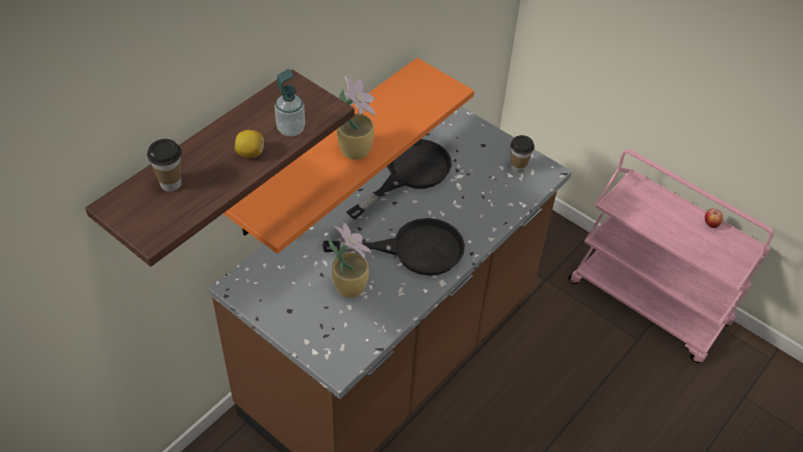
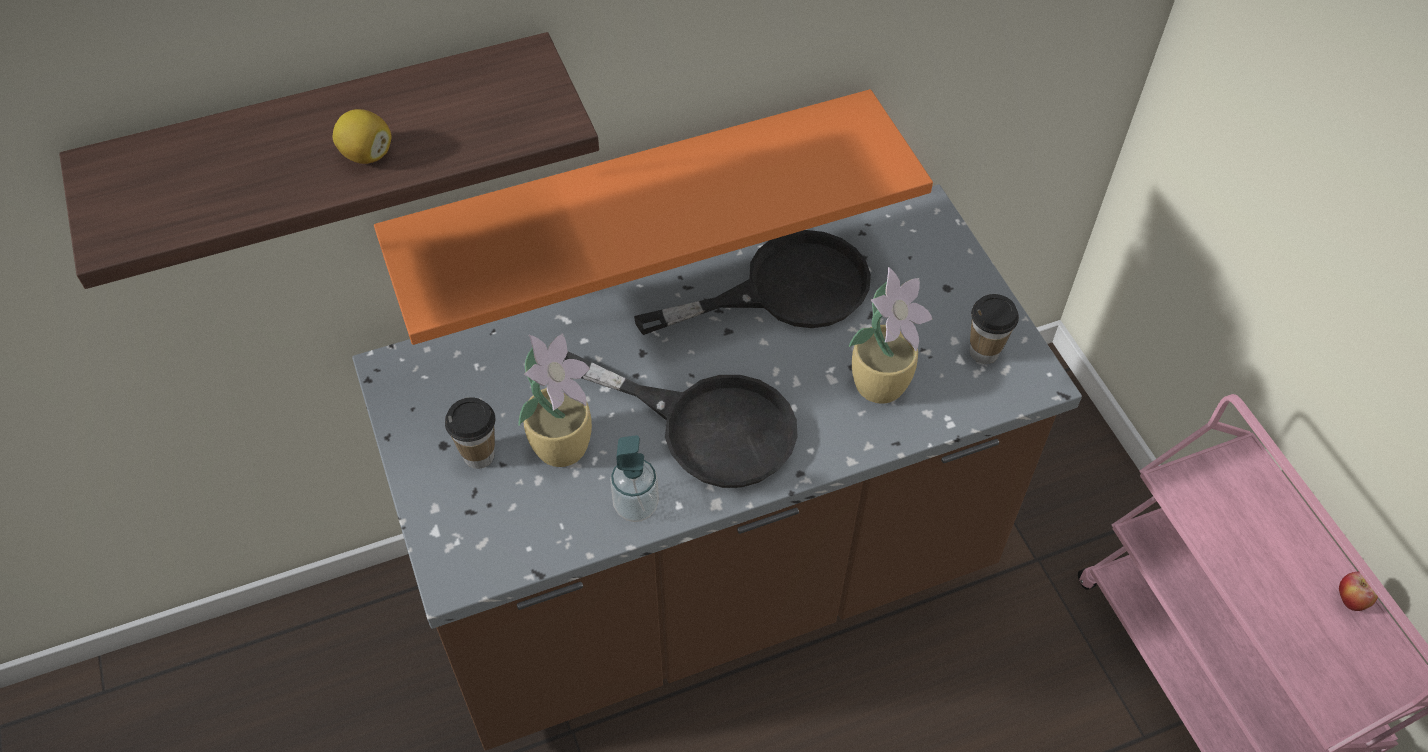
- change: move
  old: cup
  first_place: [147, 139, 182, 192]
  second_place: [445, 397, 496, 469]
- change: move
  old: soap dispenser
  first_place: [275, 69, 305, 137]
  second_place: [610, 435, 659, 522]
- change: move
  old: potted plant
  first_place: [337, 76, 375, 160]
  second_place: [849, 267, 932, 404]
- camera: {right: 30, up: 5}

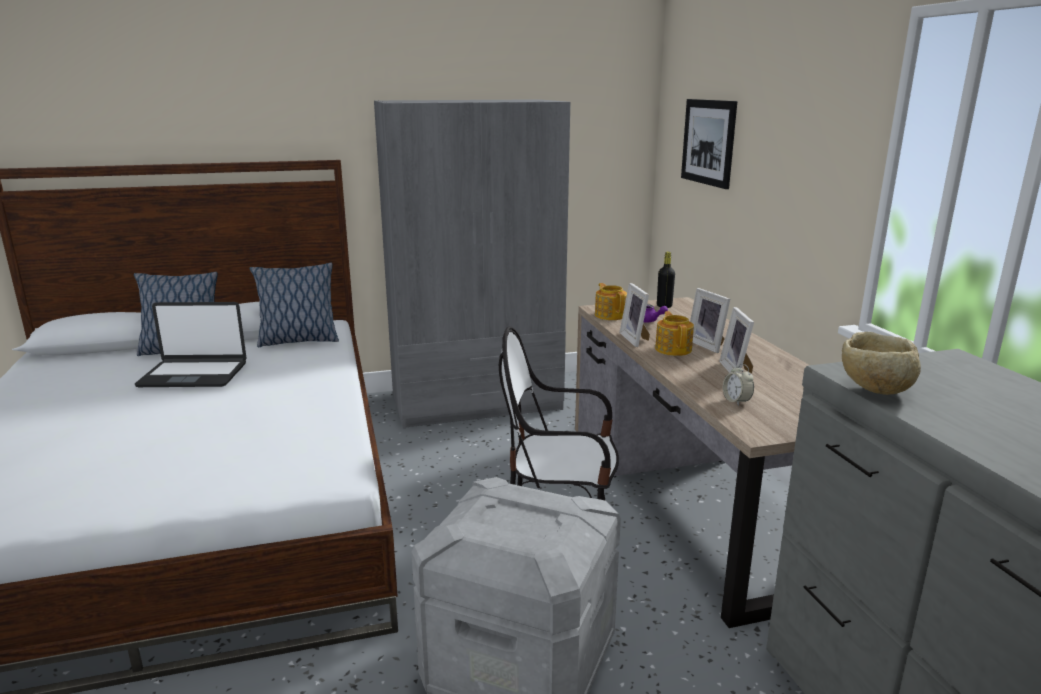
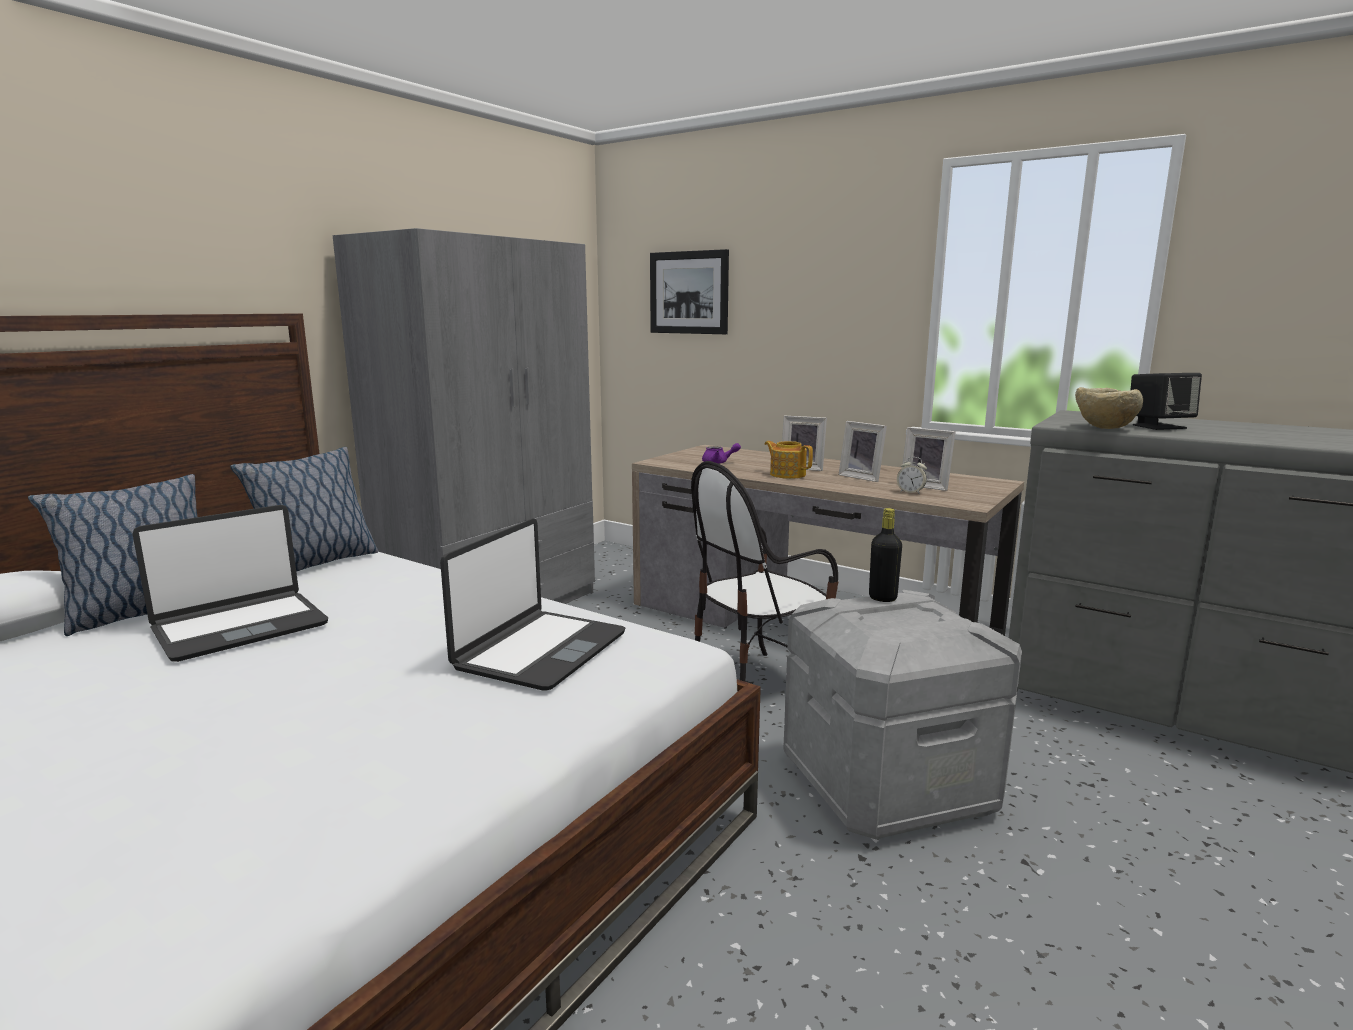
- change: delete
  old: teapot
  first_place: [595, 283, 627, 320]
- change: insert
  new: laptop
  second_place: [440, 518, 625, 691]
- change: insert
  new: black speaker
  second_place: [1130, 373, 1202, 430]
- change: move
  old: picture frame
  first_place: [619, 283, 650, 347]
  second_place: [902, 427, 956, 491]
- change: move
  old: black bottle
  first_place: [657, 252, 675, 308]
  second_place: [869, 508, 902, 602]
- camera: {right: -40, up: -5}

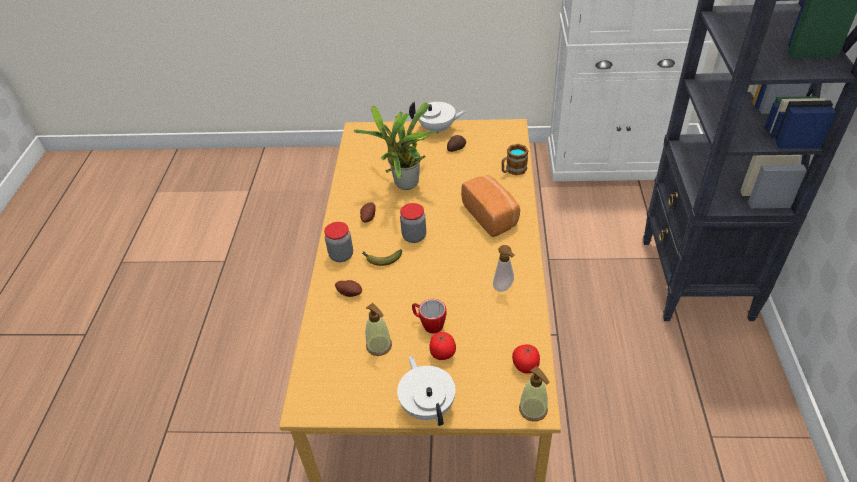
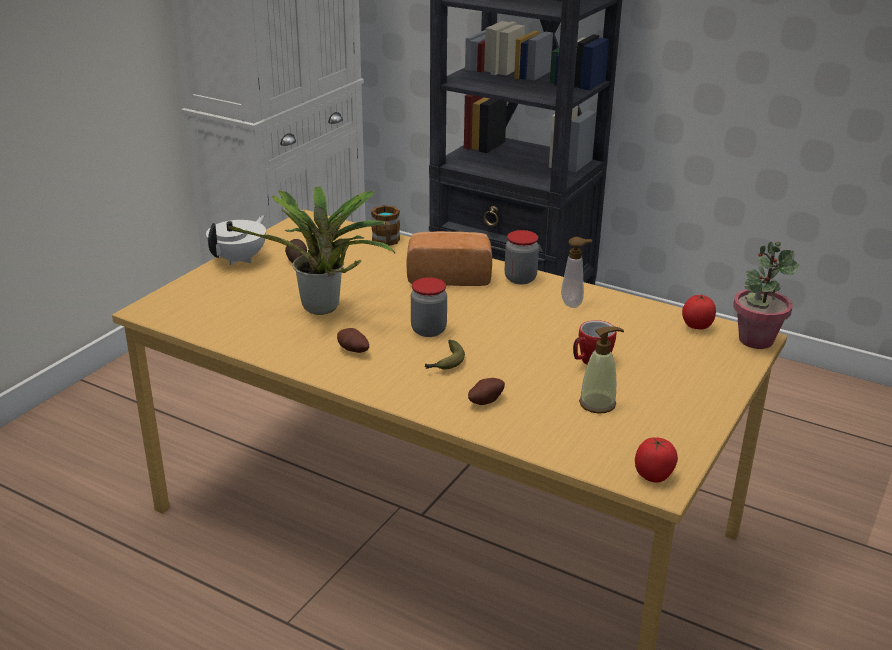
- change: delete
  old: white teapot
  first_place: [397, 355, 456, 426]
- change: move
  old: jar
  first_place: [324, 222, 353, 262]
  second_place: [505, 230, 539, 284]
- change: move
  old: tomato
  first_place: [429, 332, 456, 360]
  second_place: [635, 437, 678, 483]
- change: replace
  old: soap dispenser
  new: potted plant
  first_place: [519, 366, 550, 421]
  second_place: [733, 241, 799, 349]
- camera: {right: -65, up: -15}

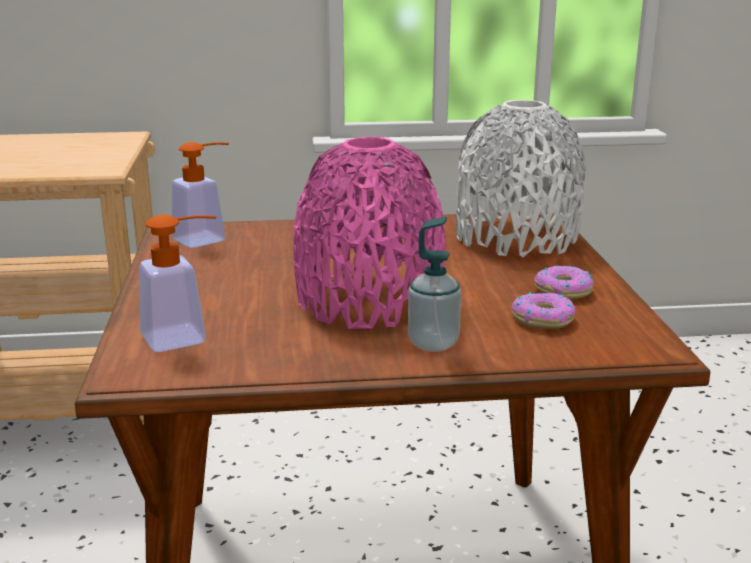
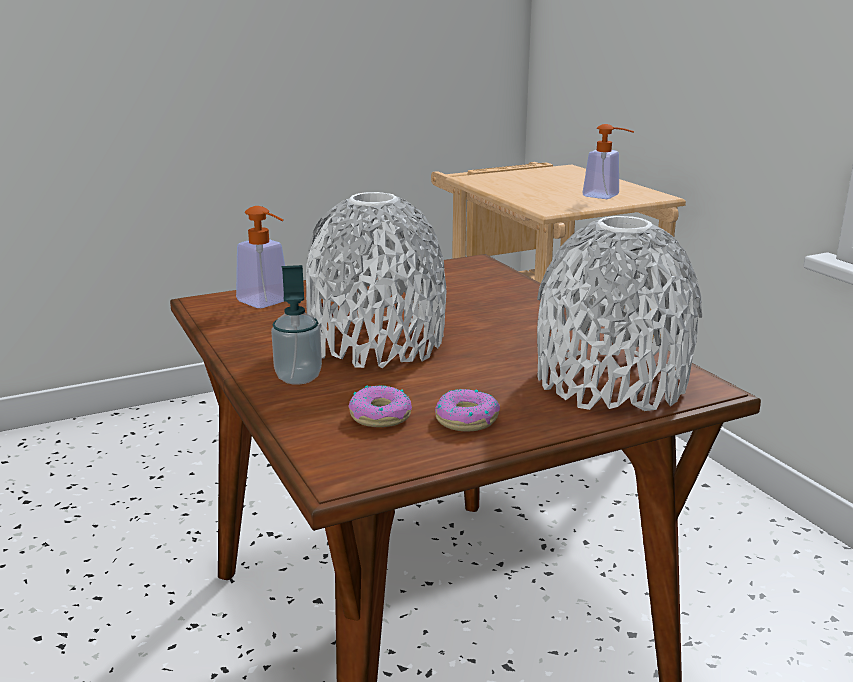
- change: move
  old: soap dispenser
  first_place: [172, 142, 229, 248]
  second_place: [583, 124, 634, 199]
- change: recolor
  old: pink vase
  new: white vase
  first_place: [293, 137, 445, 329]
  second_place: [306, 192, 446, 369]
- camera: {right: 70, up: 0}

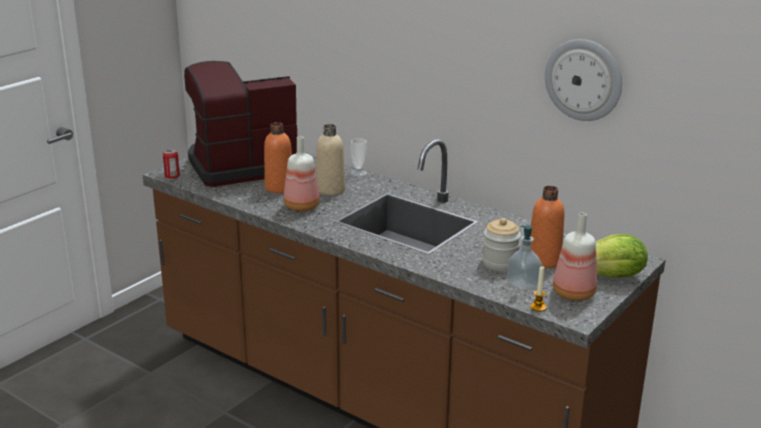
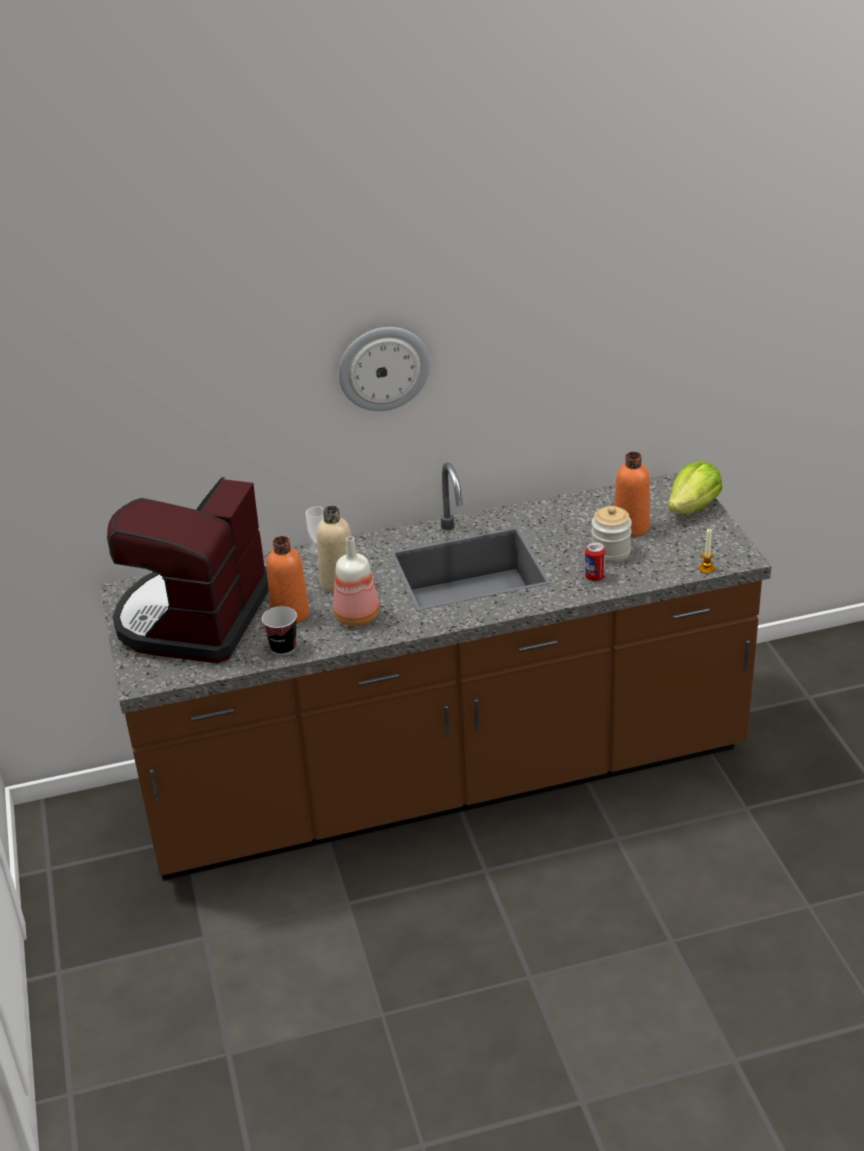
- change: delete
  old: soap dispenser
  first_place: [507, 225, 542, 291]
- change: delete
  old: bottle
  first_place: [553, 213, 597, 301]
- change: insert
  new: cup
  second_place: [262, 606, 297, 655]
- change: move
  old: can
  first_place: [163, 149, 180, 179]
  second_place: [585, 542, 606, 581]
- change: move
  old: wall clock
  first_place: [545, 39, 622, 121]
  second_place: [339, 327, 430, 411]
- camera: {right: -50, up: 10}

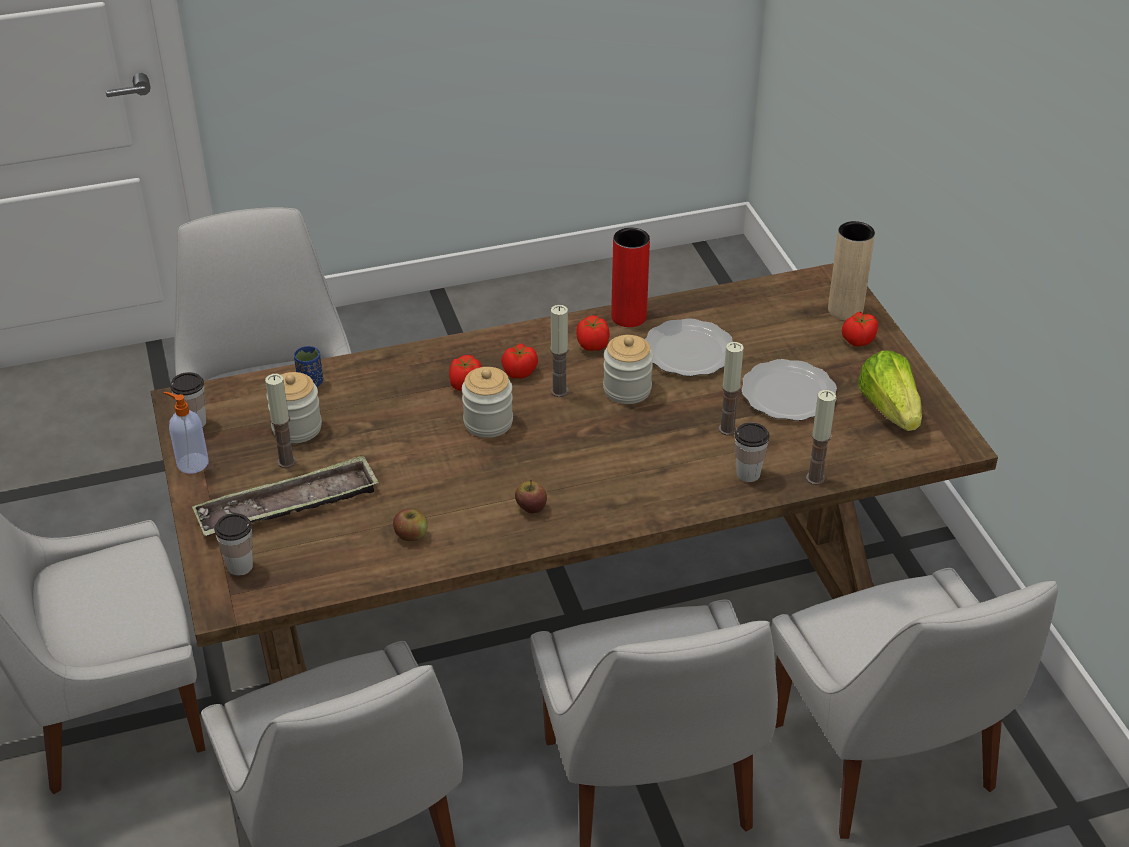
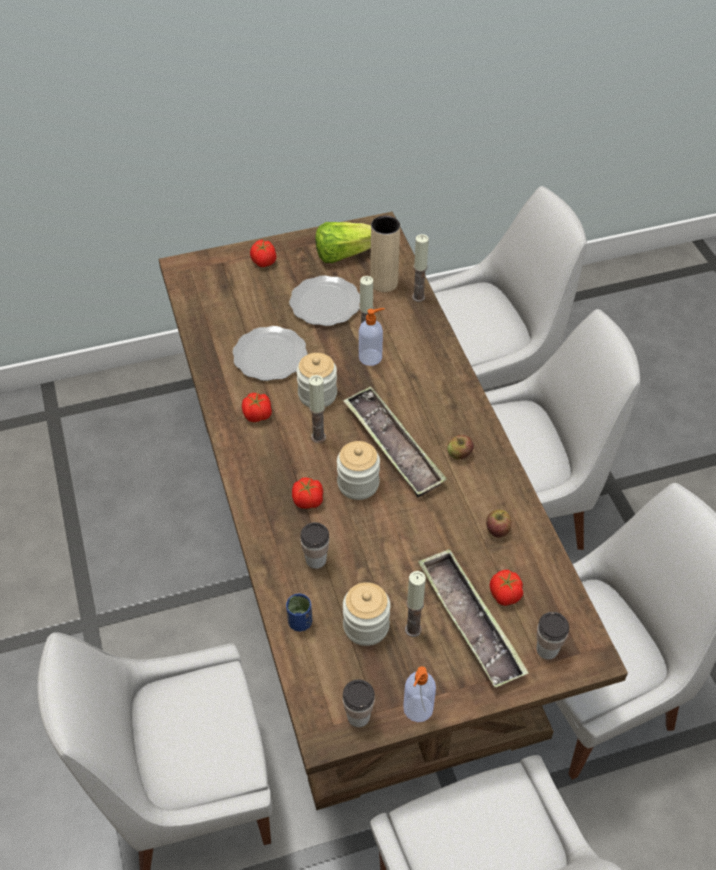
- change: delete
  old: red vase
  first_place: [611, 228, 650, 327]
- change: insert
  new: tray
  second_place: [343, 386, 447, 497]
- change: insert
  new: soap dispenser
  second_place: [359, 308, 385, 366]
- change: move
  old: tomato
  first_place: [501, 343, 538, 379]
  second_place: [490, 570, 523, 606]
- change: move
  old: cup
  first_place: [735, 423, 770, 482]
  second_place: [300, 522, 329, 569]
- change: move
  old: beige vase
  first_place: [828, 221, 875, 321]
  second_place: [370, 216, 400, 292]
- camera: {right: -90, up: 10}

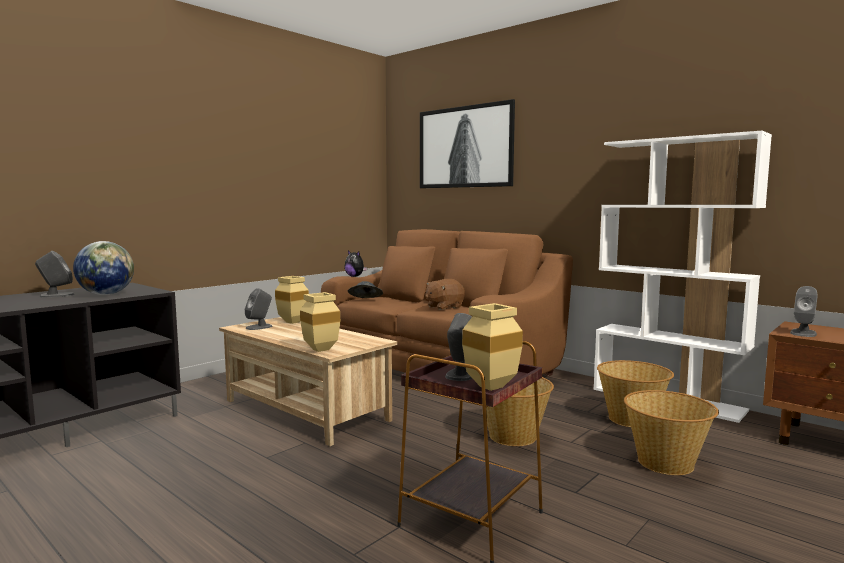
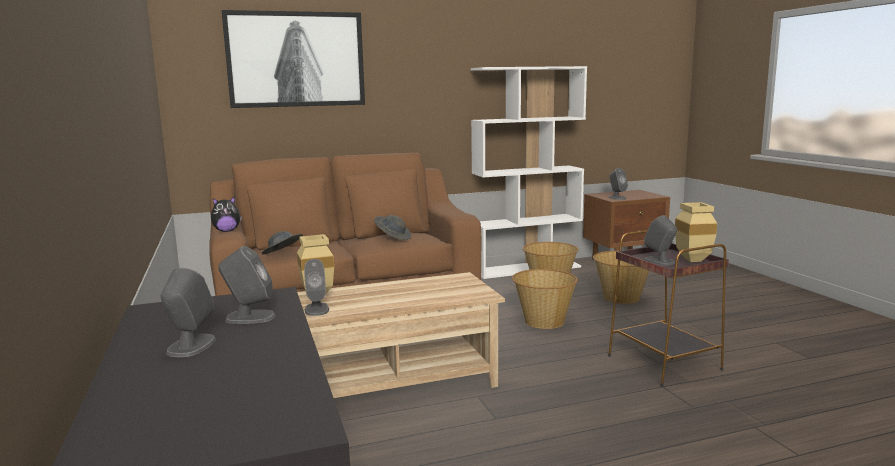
- change: delete
  old: beige vase
  first_place: [300, 292, 340, 352]
- change: replace
  old: globe
  new: grey speaker
  first_place: [73, 241, 134, 295]
  second_place: [218, 246, 276, 324]
- change: replace
  old: brown plush toy
  new: grey hat
  first_place: [425, 279, 465, 310]
  second_place: [374, 215, 412, 240]
- camera: {right: -60, up: 5}

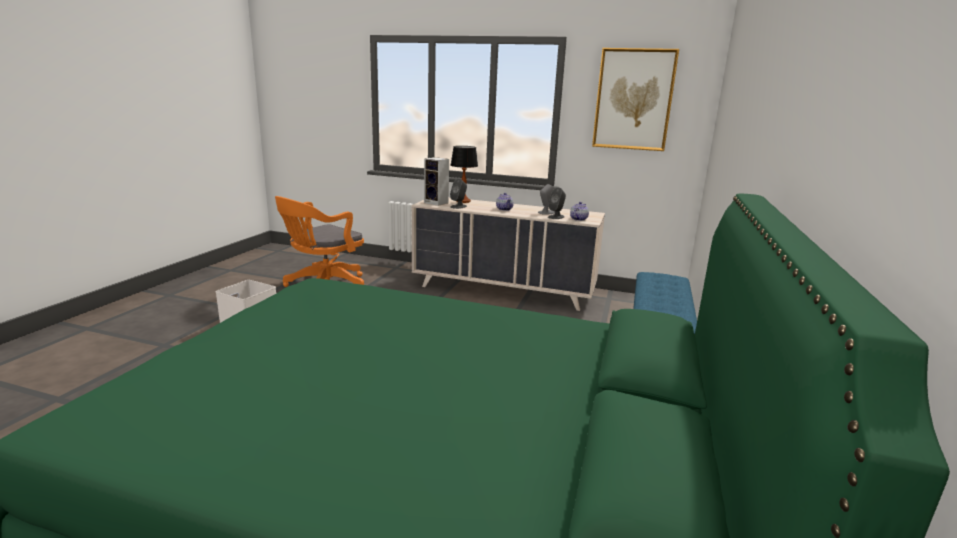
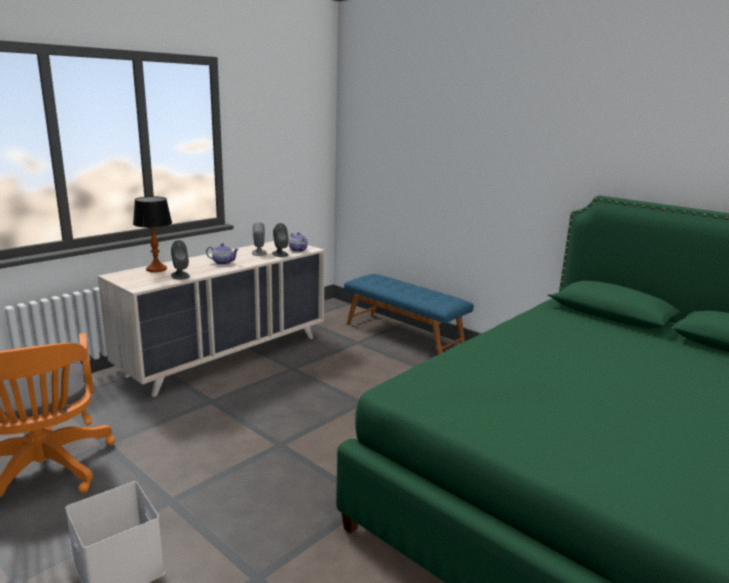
- change: delete
  old: speaker
  first_place: [424, 157, 449, 206]
- change: delete
  old: picture
  first_place: [592, 48, 679, 151]
- camera: {right: -65, up: 0}

